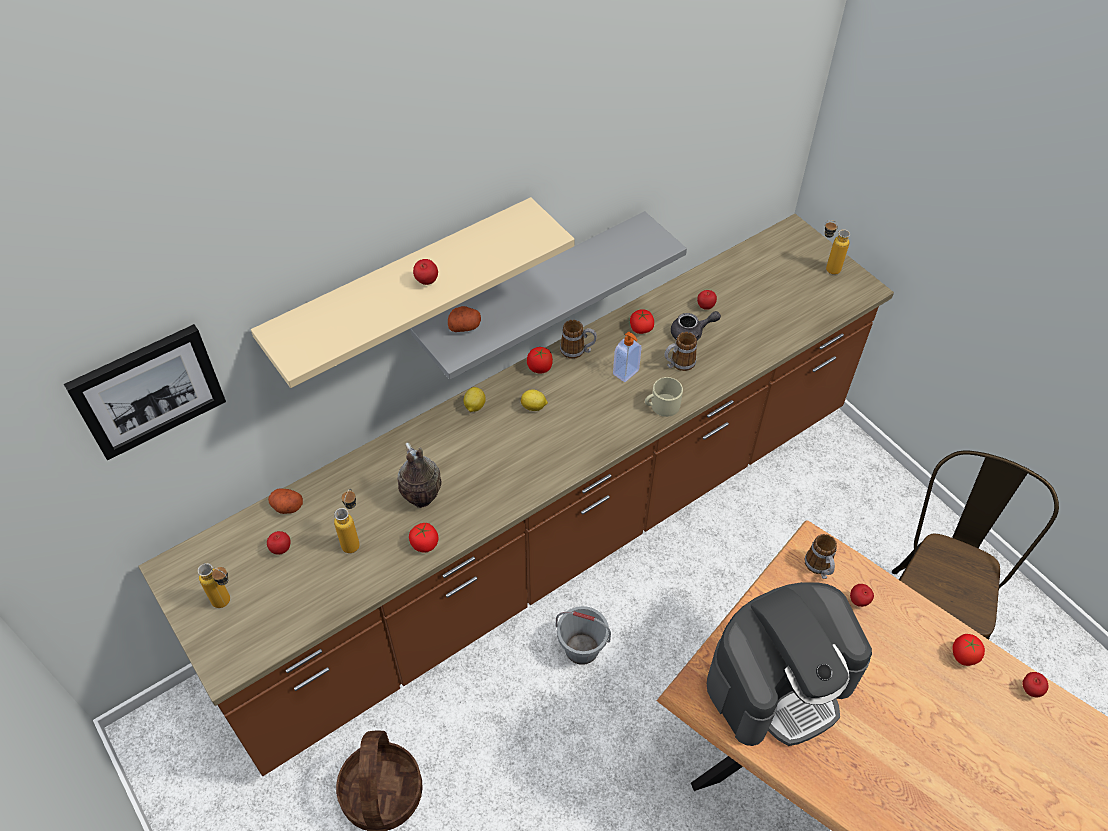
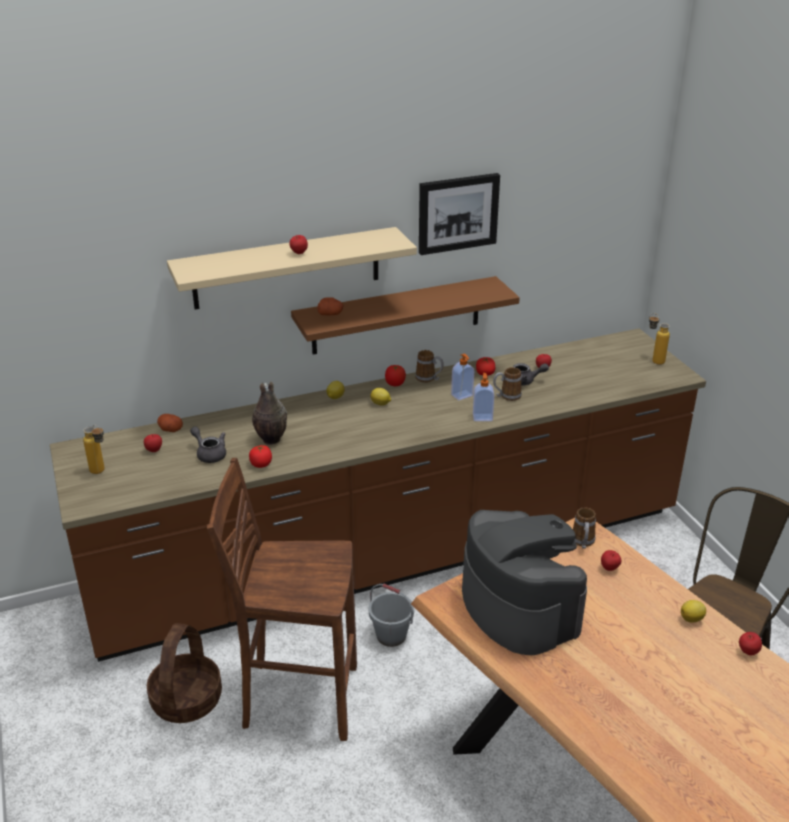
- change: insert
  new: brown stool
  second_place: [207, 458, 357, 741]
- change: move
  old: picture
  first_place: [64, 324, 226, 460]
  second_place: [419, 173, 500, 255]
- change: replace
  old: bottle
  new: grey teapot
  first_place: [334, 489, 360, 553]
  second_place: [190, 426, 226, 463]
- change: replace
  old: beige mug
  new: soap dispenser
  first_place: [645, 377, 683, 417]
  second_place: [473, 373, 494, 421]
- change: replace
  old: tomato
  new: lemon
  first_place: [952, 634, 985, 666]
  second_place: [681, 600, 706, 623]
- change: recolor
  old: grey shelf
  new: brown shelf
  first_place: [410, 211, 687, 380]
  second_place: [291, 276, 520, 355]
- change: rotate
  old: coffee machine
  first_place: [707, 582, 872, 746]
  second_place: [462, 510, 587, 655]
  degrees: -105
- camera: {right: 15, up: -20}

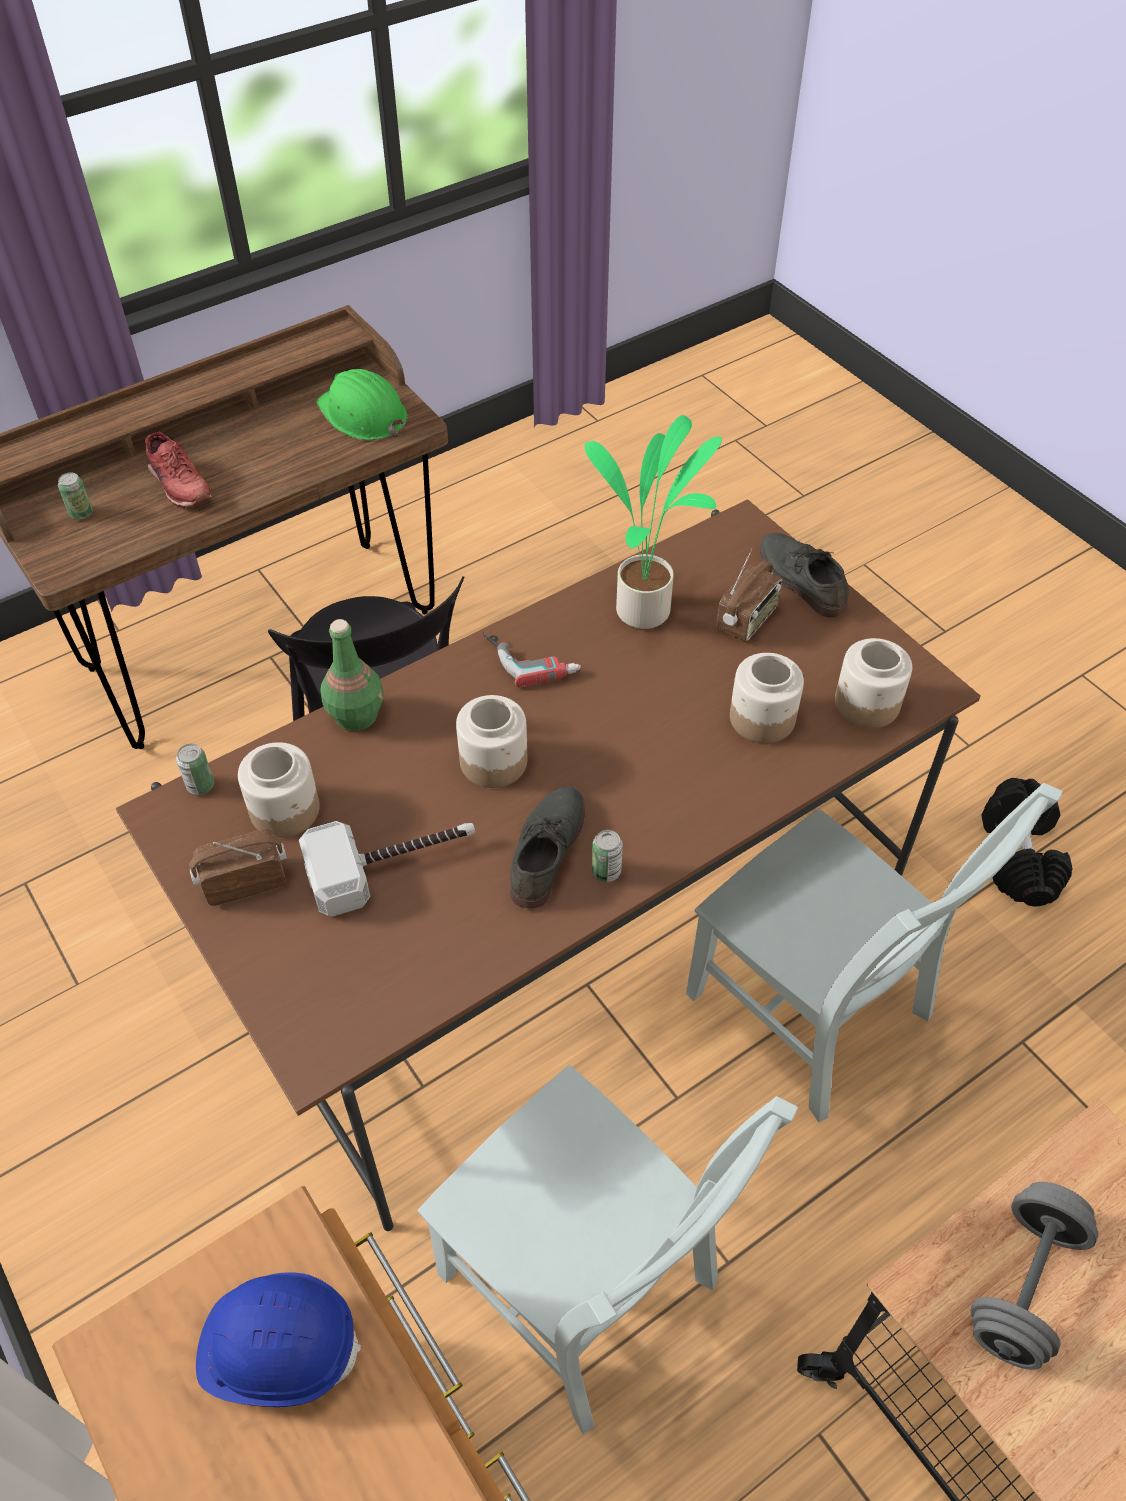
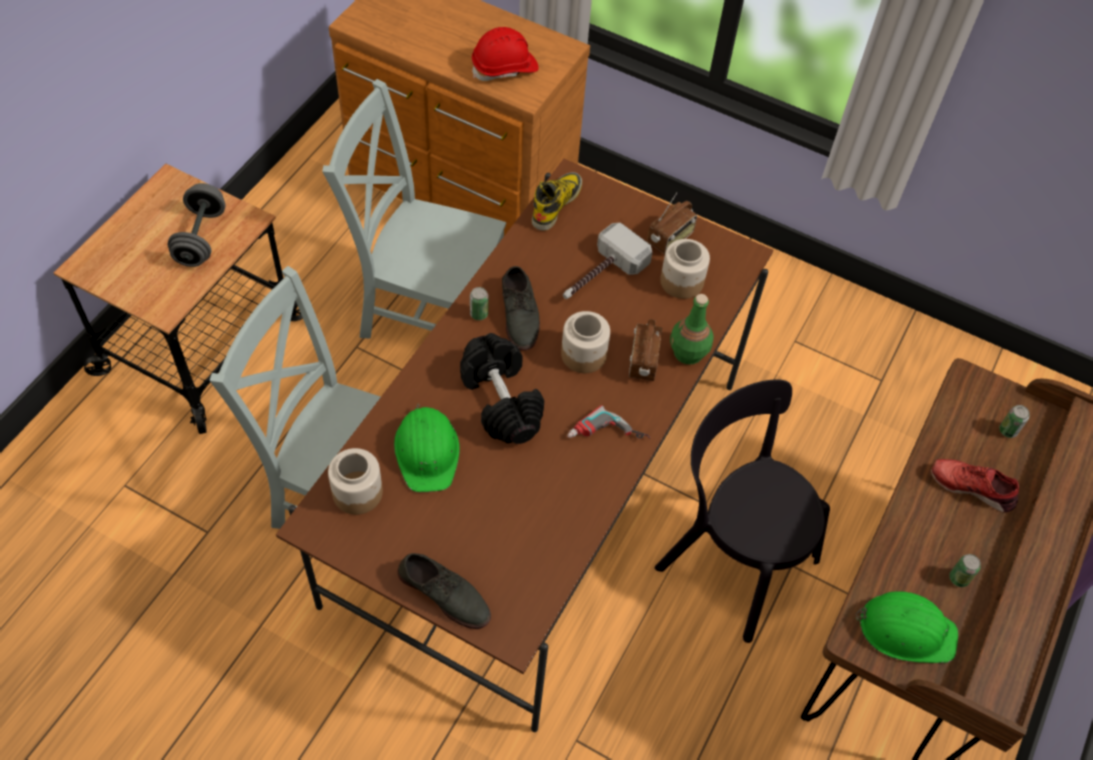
- change: delete
  old: potted plant
  first_place: [584, 415, 722, 629]
- change: insert
  new: boot
  second_place: [532, 172, 582, 231]
- change: move
  old: can
  first_place: [176, 744, 214, 795]
  second_place: [949, 554, 981, 587]
- change: move
  old: radio
  first_place: [716, 548, 782, 641]
  second_place: [629, 319, 662, 381]
- change: move
  old: black dumbbell
  first_place: [982, 778, 1072, 907]
  second_place: [460, 333, 544, 444]
- change: replace
  old: jar
  new: green hard hat
  first_place: [730, 653, 804, 743]
  second_place: [394, 404, 460, 492]
- change: recolor
  old: blue hard hat
  new: red hard hat
  first_place: [196, 1272, 361, 1407]
  second_place: [472, 27, 539, 81]
- camera: {right: 150, up: 5}

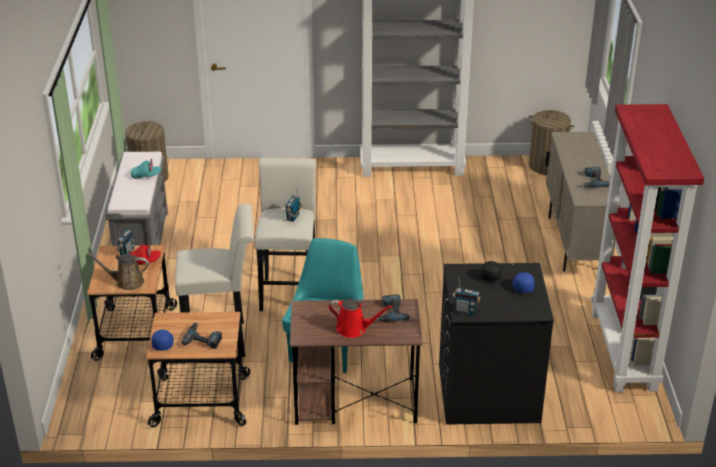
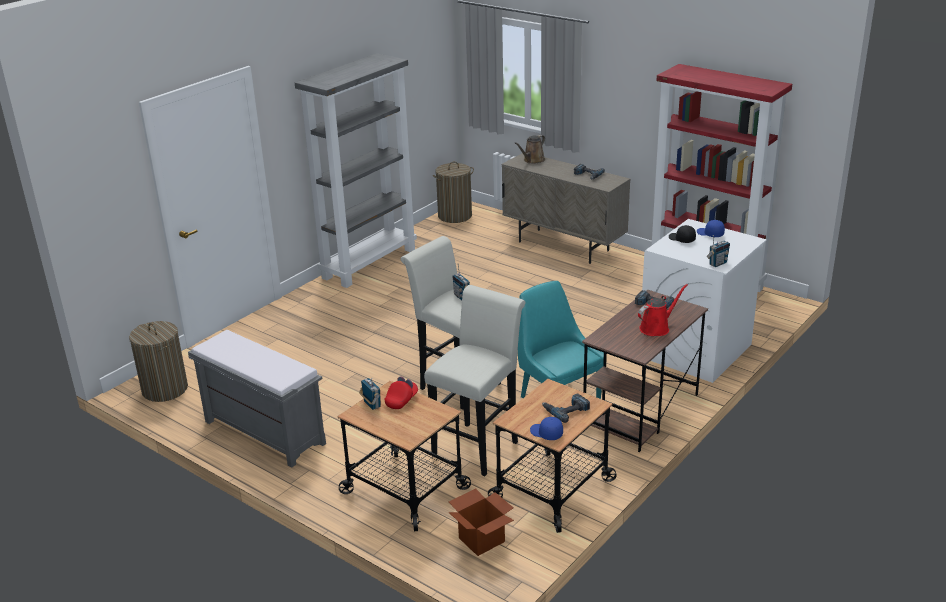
- change: delete
  old: turquoise cap
  first_place: [131, 159, 161, 179]
- change: insert
  new: cardboard box
  second_place: [449, 489, 514, 556]
- change: move
  old: brown watering can
  first_place: [87, 253, 149, 290]
  second_place: [515, 135, 545, 164]
- change: recolor
  old: black washing machine
  new: white washing machine
  first_place: [439, 263, 554, 424]
  second_place: [642, 219, 767, 383]
- camera: {right: -50, up: -5}

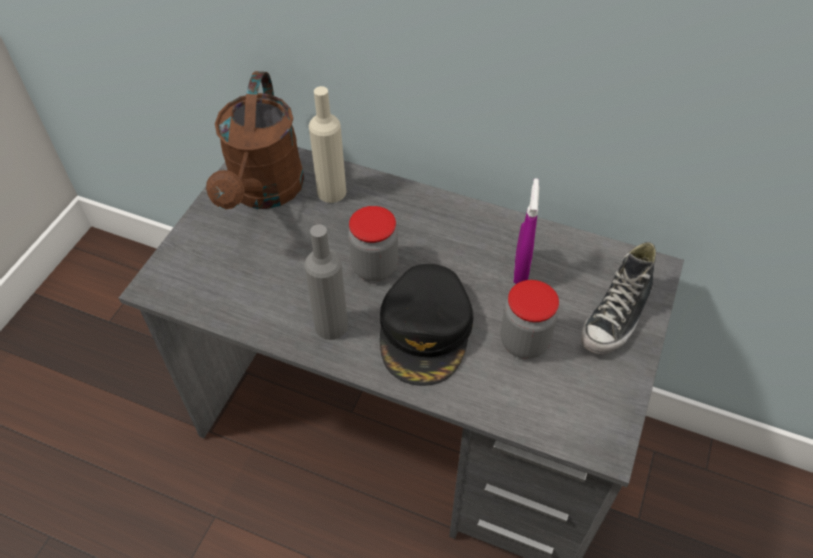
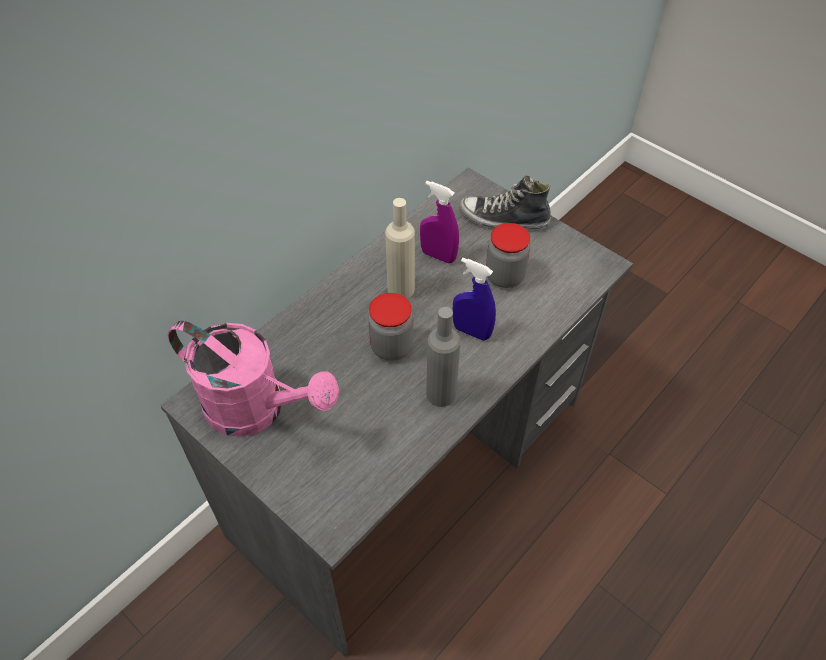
- change: move
  old: beige bottle
  first_place: [309, 86, 346, 203]
  second_place: [385, 198, 415, 298]
- change: replace
  old: black cap
  new: blue spray bottle
  first_place: [380, 264, 473, 386]
  second_place: [453, 258, 496, 341]
- change: recolor
  old: brown watering can
  new: pink watering can
  first_place: [206, 71, 304, 209]
  second_place: [168, 321, 339, 437]
- change: rotate
  old: shoe
  first_place: [581, 242, 656, 354]
  second_place: [459, 175, 551, 230]
  degrees: 135
- camera: {right: -70, up: 0}

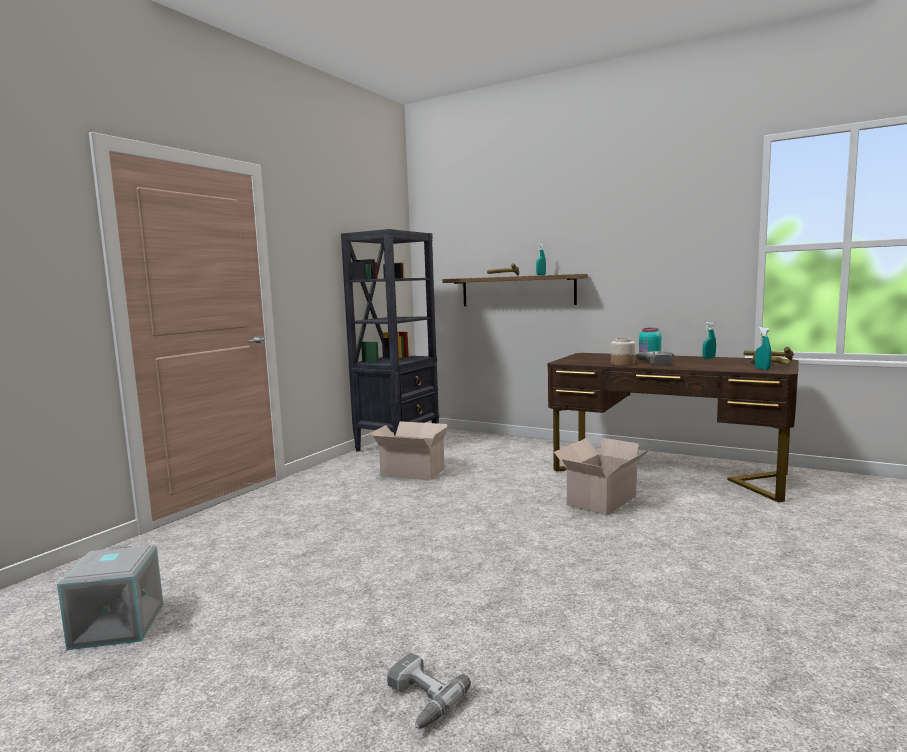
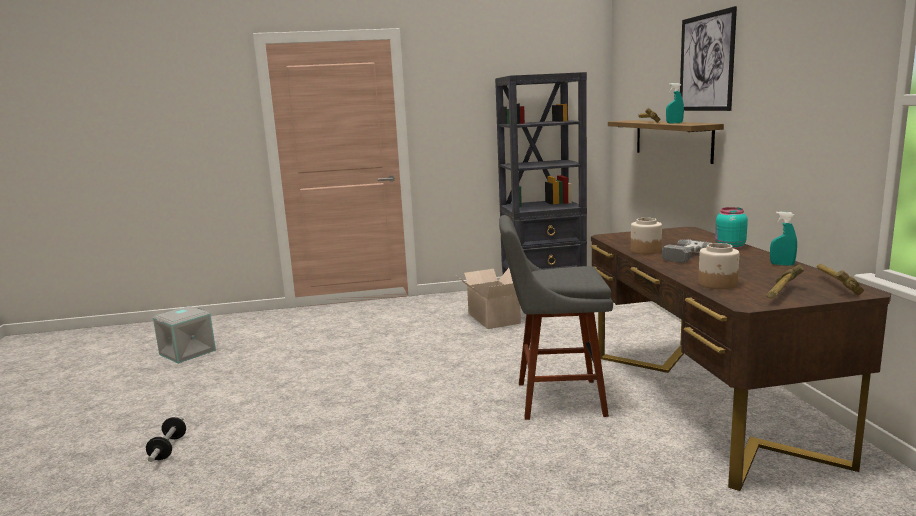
- change: delete
  old: turquoise spray bottle
  first_place: [755, 327, 771, 370]
- change: insert
  new: picture
  second_place: [680, 6, 737, 111]
- change: insert
  new: jar
  second_place: [698, 243, 739, 289]
- change: replace
  old: power drill
  new: dumbbell
  first_place: [387, 653, 471, 729]
  second_place: [146, 417, 186, 462]
- change: replace
  old: cardboard box
  new: grey stool
  first_place: [554, 438, 650, 516]
  second_place: [499, 215, 613, 420]
- camera: {right: 50, up: 5}

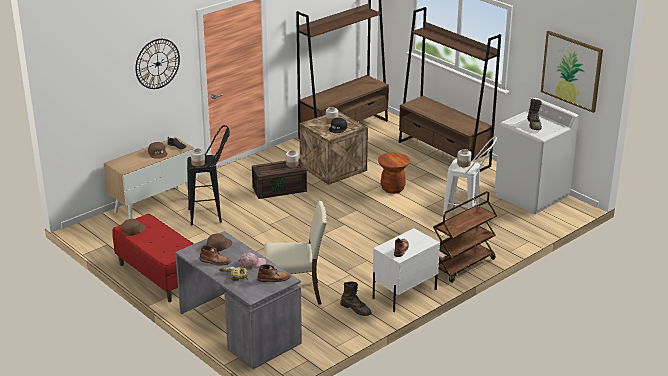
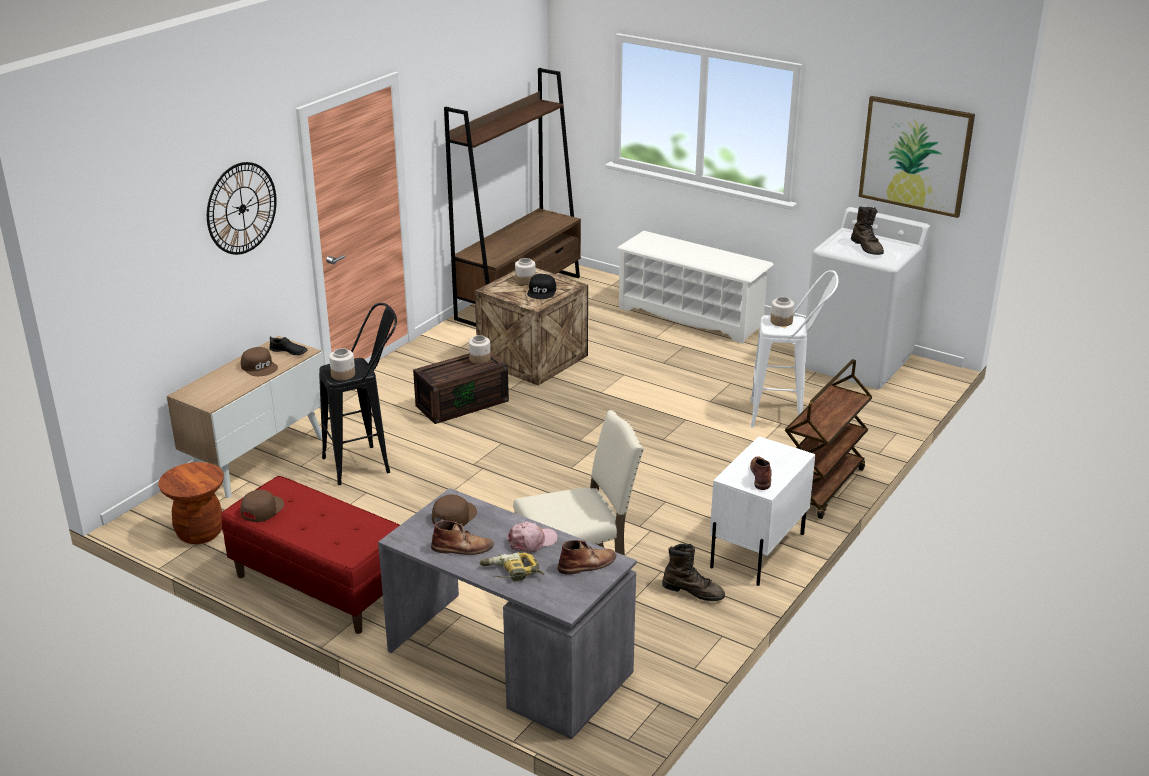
- change: move
  old: brown stool
  first_place: [378, 153, 410, 194]
  second_place: [158, 462, 224, 544]
- change: replace
  old: brown bookcase
  new: white shoe rack
  first_place: [399, 7, 501, 172]
  second_place: [617, 231, 774, 343]
- camera: {right: -15, up: 0}

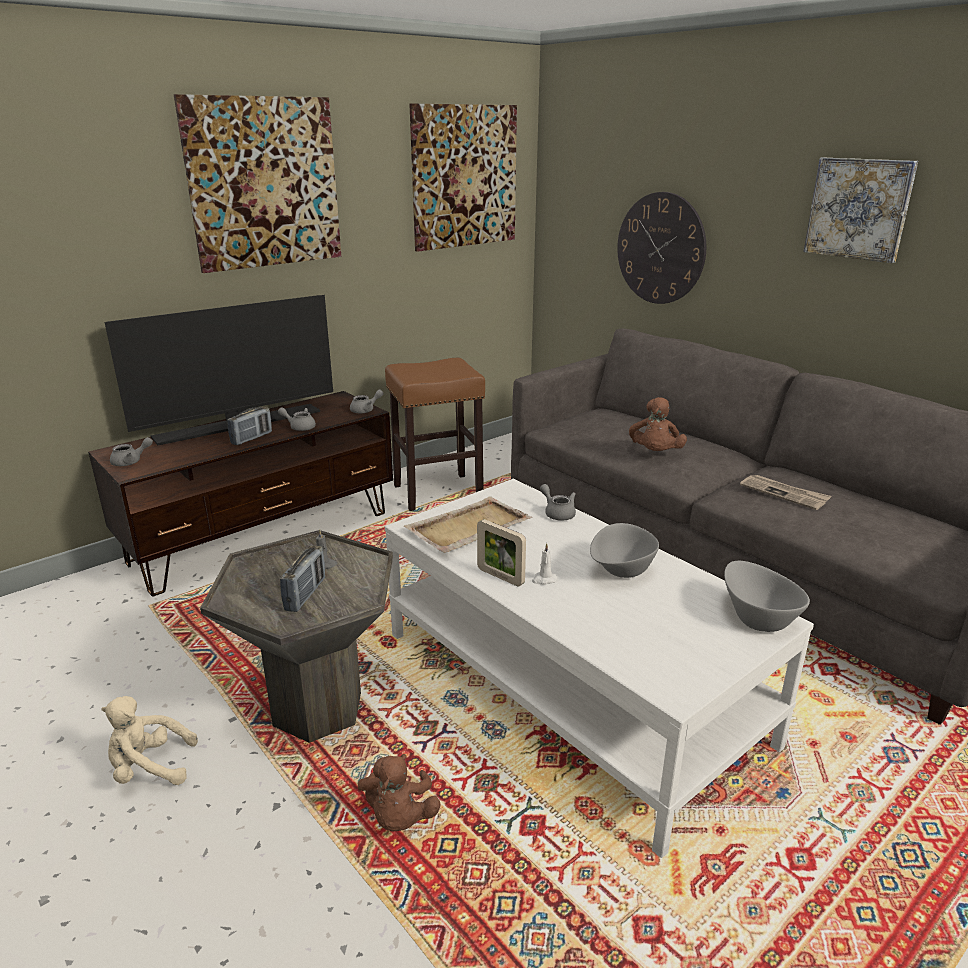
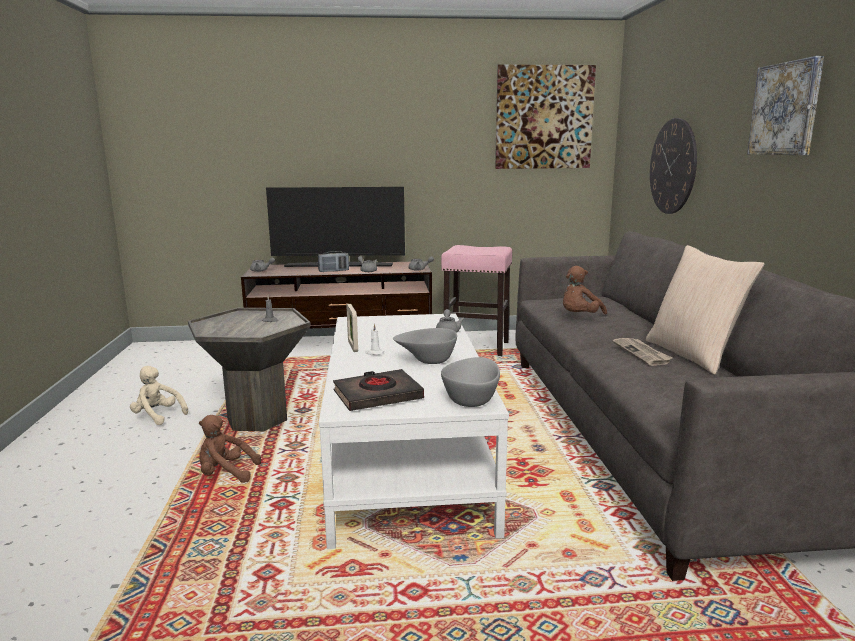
- change: delete
  old: picture
  first_place: [174, 94, 341, 273]
- change: delete
  old: radio
  first_place: [280, 545, 325, 612]
- change: delete
  old: beige tray
  first_place: [404, 496, 532, 553]
- change: insert
  new: black book
  second_place: [333, 369, 424, 411]
- change: insert
  new: beige pillow
  second_place: [646, 245, 765, 375]
- change: recolor
  old: brown stool
  new: pink stool
  first_place: [385, 358, 485, 511]
  second_place: [441, 245, 512, 356]
- change: rotate
  old: brown plush toy
  first_place: [358, 754, 441, 831]
  second_place: [199, 415, 261, 483]
  degrees: 60
- camera: {right: 35, up: -10}

